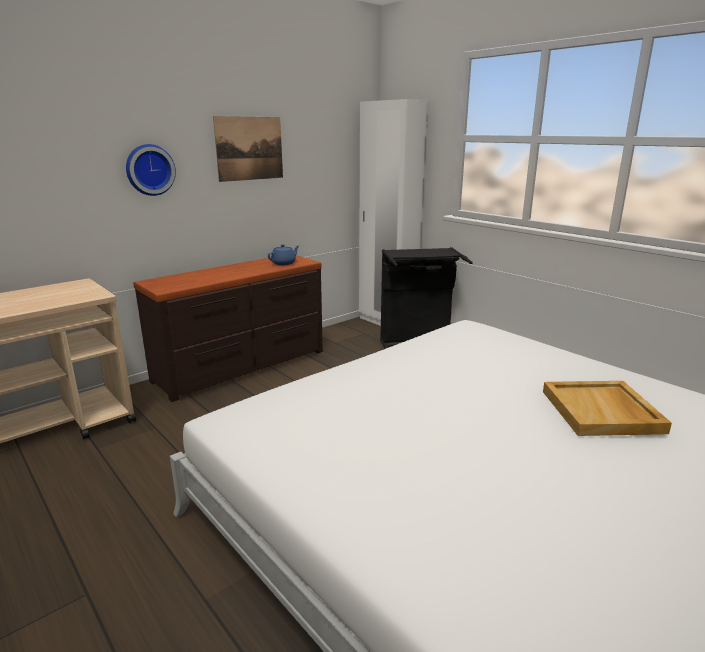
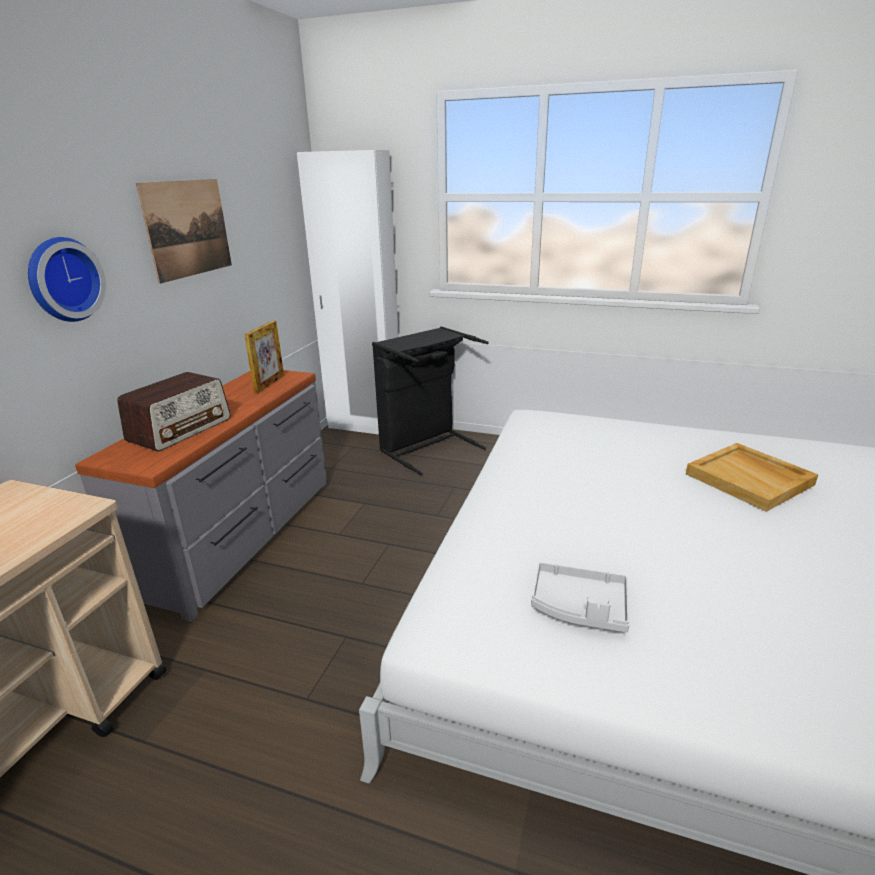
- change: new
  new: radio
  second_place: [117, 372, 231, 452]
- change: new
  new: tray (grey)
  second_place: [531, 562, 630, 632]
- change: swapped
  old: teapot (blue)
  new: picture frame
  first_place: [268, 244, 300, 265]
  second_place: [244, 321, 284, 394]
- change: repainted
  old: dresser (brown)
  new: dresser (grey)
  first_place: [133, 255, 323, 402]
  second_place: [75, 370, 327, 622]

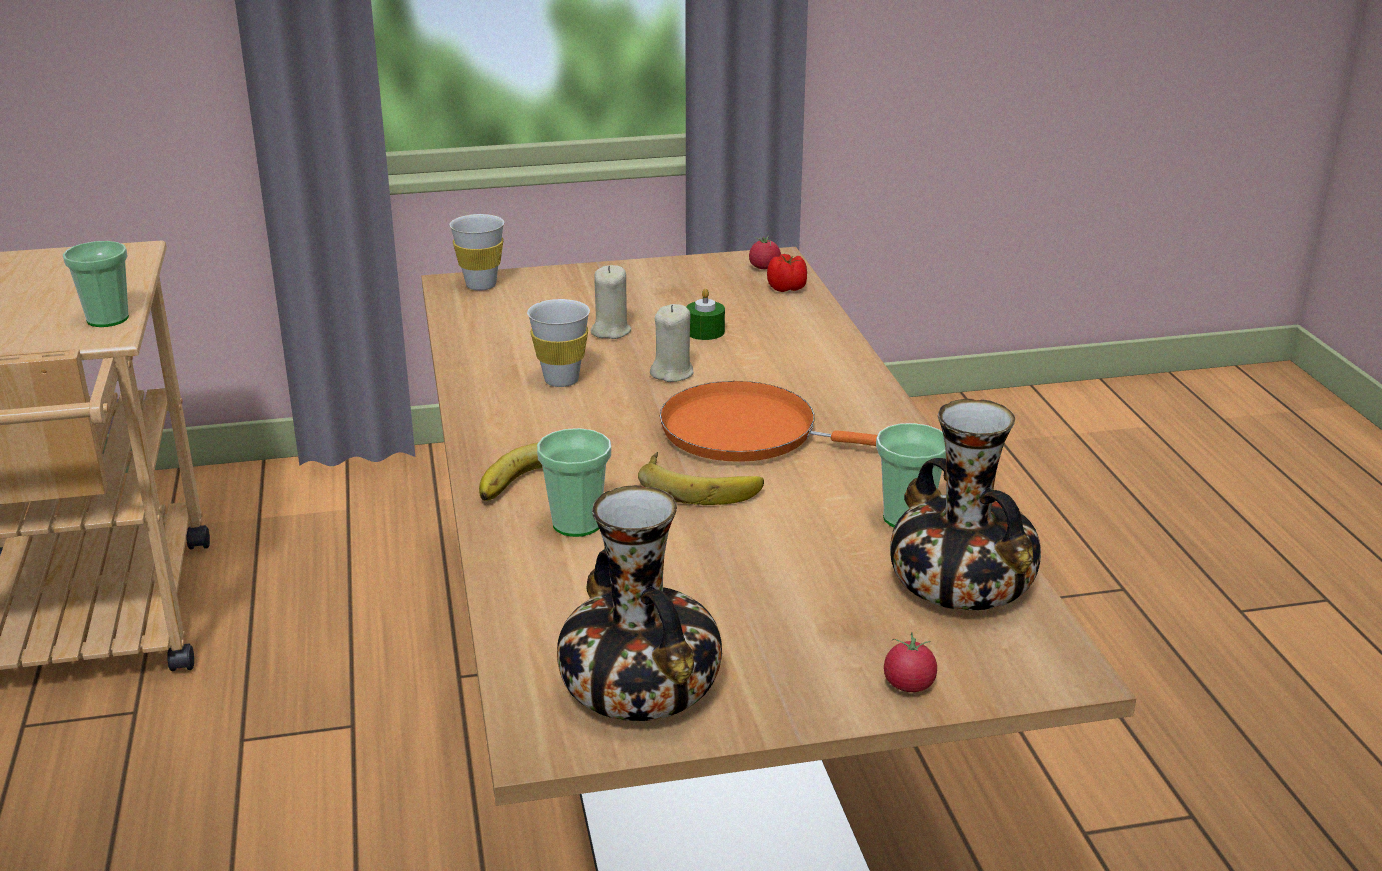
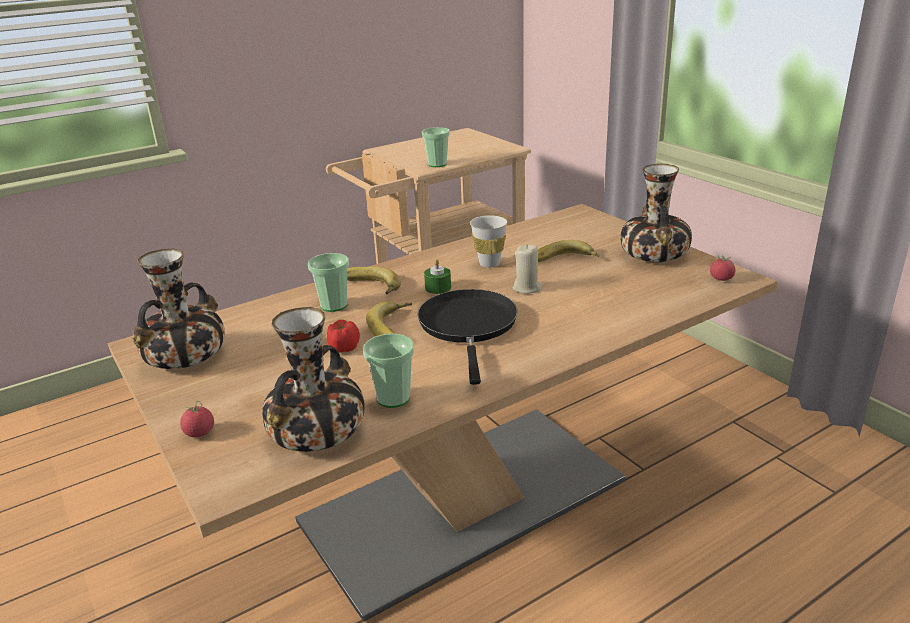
- change: gone
  old: cup (white)
  first_place: [449, 214, 504, 291]
- change: new
  new: vase
  second_place: [621, 164, 692, 263]
- change: shifted
  old: candle (green)
  first_place: [686, 288, 725, 340]
  second_place: [424, 259, 451, 294]
- change: shifted
  old: tomato
  first_place: [767, 254, 807, 292]
  second_place: [327, 320, 360, 352]
- change: swapped
  old: candle (beige)
  new: banana
  first_place: [591, 265, 631, 339]
  second_place: [538, 240, 599, 262]
- change: repainted
  old: frying pan (orange)
  new: frying pan (black)
  first_place: [660, 381, 878, 462]
  second_place: [417, 289, 518, 385]

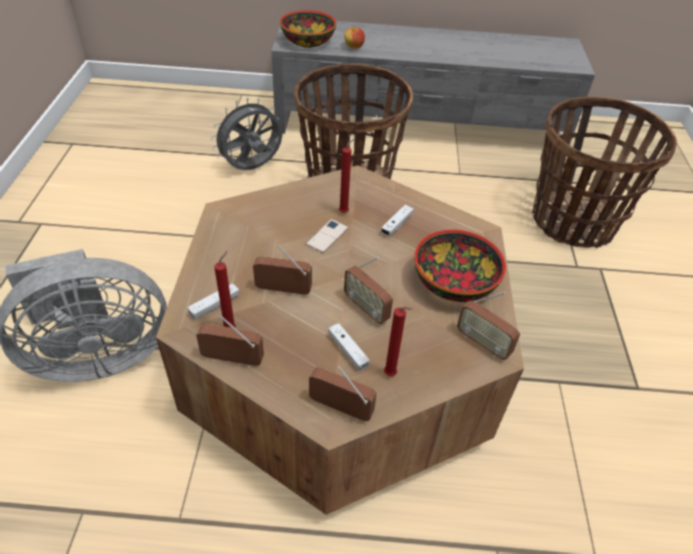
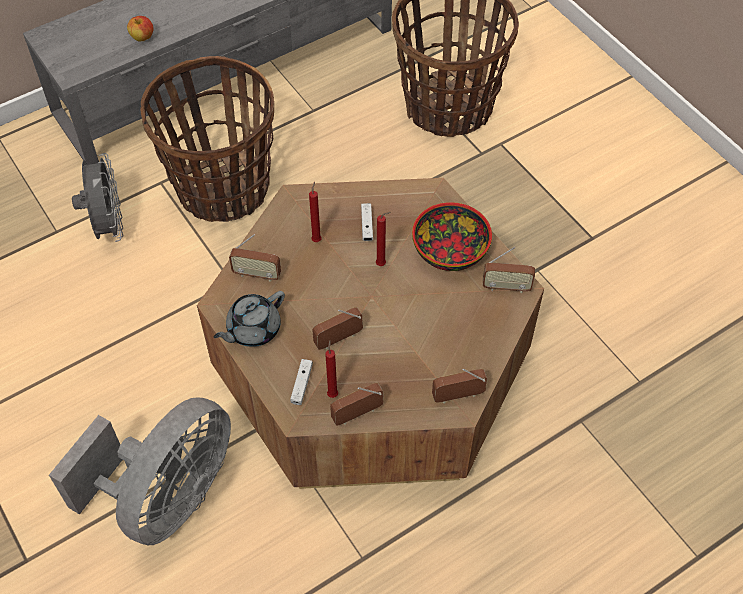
- change: gone
  old: bowl
  first_place: [280, 10, 336, 48]
- change: gone
  old: phone
  first_place: [306, 219, 349, 253]
- change: gone
  old: game controller (white)
  first_place: [328, 323, 370, 371]
- change: new
  new: teapot (grey)
  second_place: [214, 291, 285, 347]
- change: shifted
  old: radio
  first_place: [344, 257, 393, 324]
  second_place: [229, 234, 281, 282]
- change: shifted
  old: candle (red)
  first_place: [384, 307, 413, 376]
  second_place: [376, 212, 391, 266]
- change: rotated
  old: fan (grey)
  first_place: [211, 98, 282, 170]
  second_place: [72, 153, 123, 242]
  degrees: 150

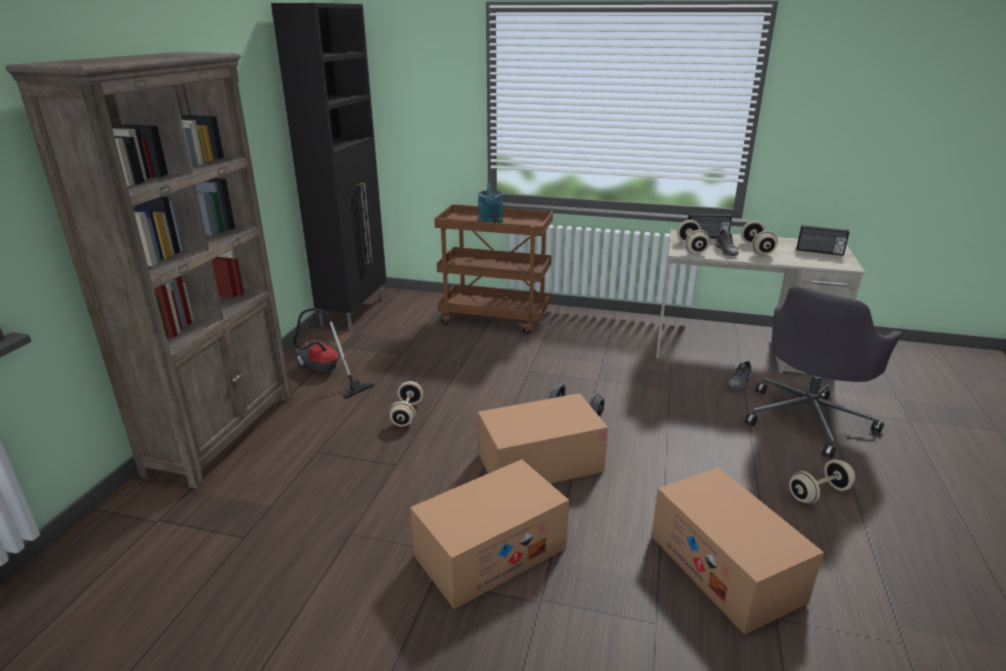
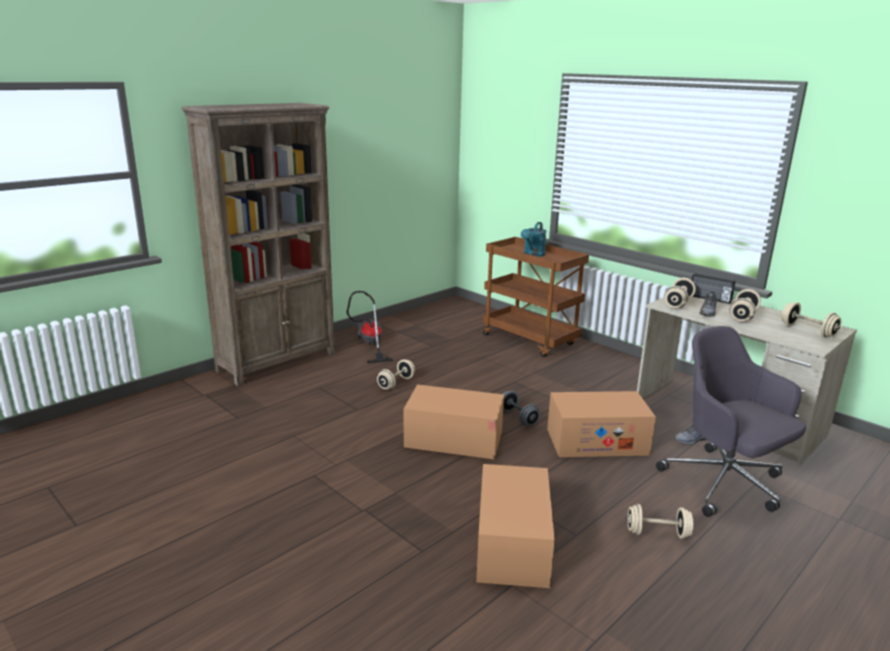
- change: gone
  old: cabinet (black)
  first_place: [271, 3, 387, 330]
- change: shifted
  old: cardboard box
  first_place: [410, 459, 569, 609]
  second_place: [547, 391, 656, 457]
- change: swapped
  old: radio
  new: dumbbell (beige)
  first_place: [796, 225, 849, 256]
  second_place: [781, 302, 842, 337]
- change: rotated
  old: office chair (grey)
  first_place: [745, 286, 903, 458]
  second_place: [656, 326, 806, 517]
  degrees: 75

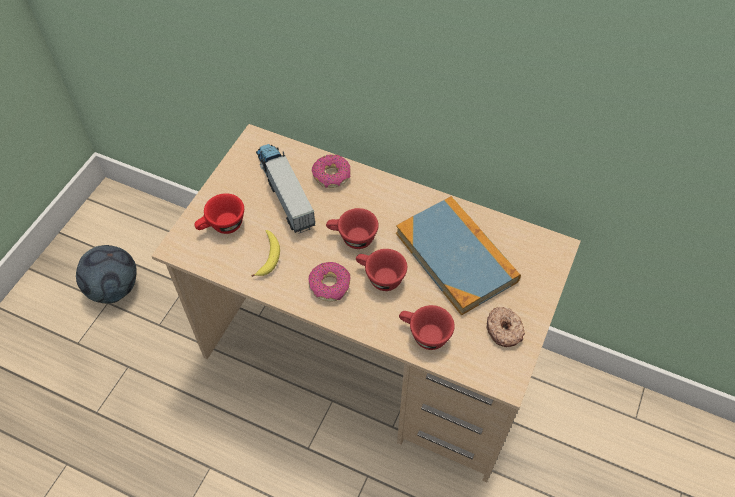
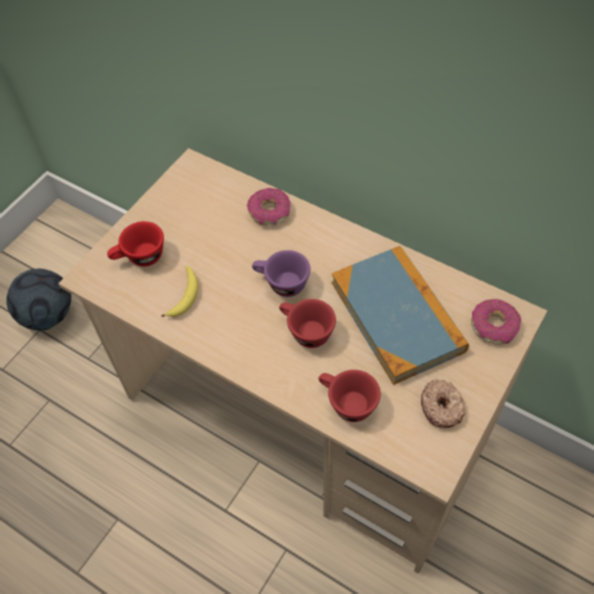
- change: gone
  old: toy truck
  first_place: [256, 144, 315, 233]
- change: shifted
  old: donut
  first_place: [308, 262, 350, 302]
  second_place: [471, 299, 521, 345]
- change: repainted
  old: cup (red)
  new: cup (purple)
  first_place: [326, 208, 379, 249]
  second_place: [252, 250, 310, 297]

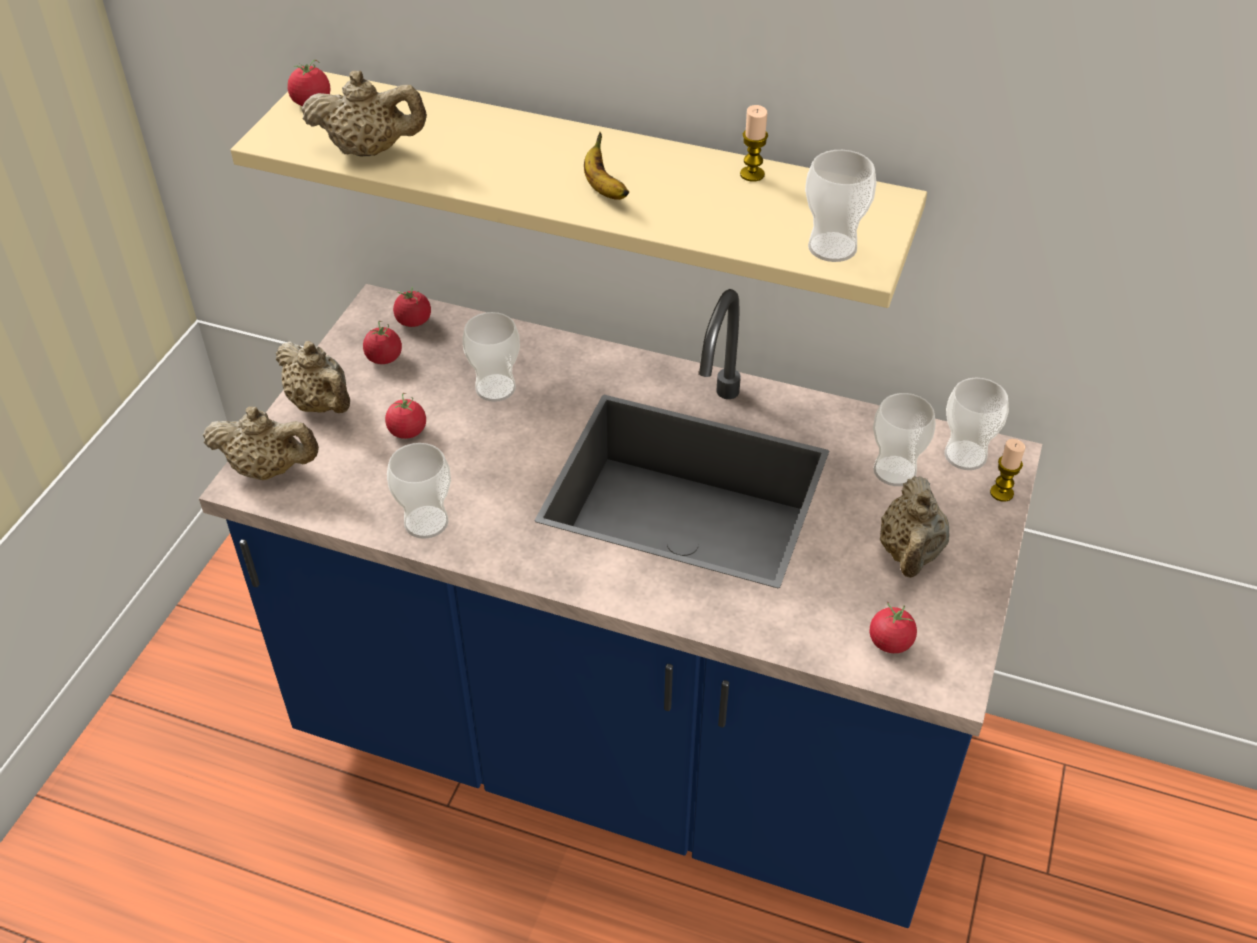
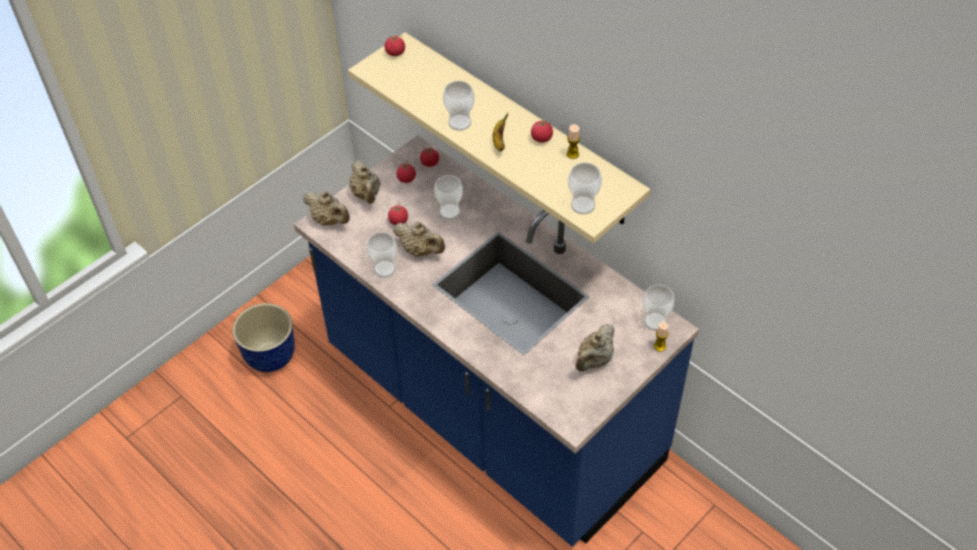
- change: new
  new: planter
  second_place: [233, 303, 295, 372]
- change: shifted
  old: teapot (beige)
  first_place: [301, 71, 427, 157]
  second_place: [393, 221, 445, 257]
- change: shifted
  old: tomato
  first_place: [870, 602, 917, 653]
  second_place: [531, 117, 553, 143]
- change: shifted
  old: cup
  first_place: [873, 393, 936, 486]
  second_place: [443, 81, 475, 131]

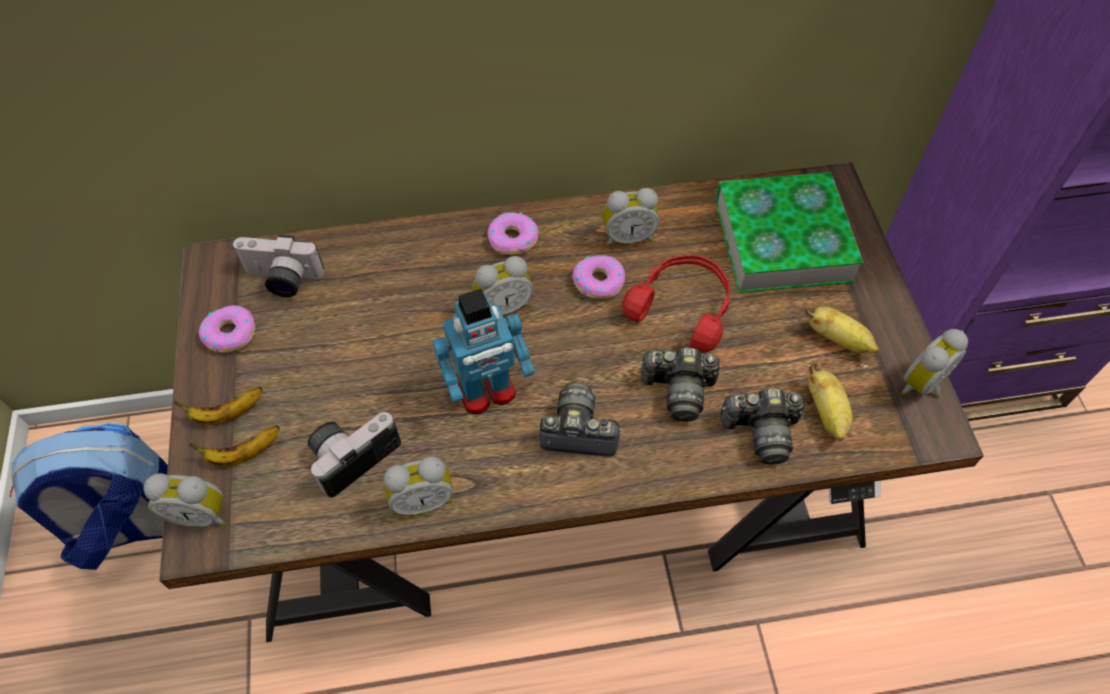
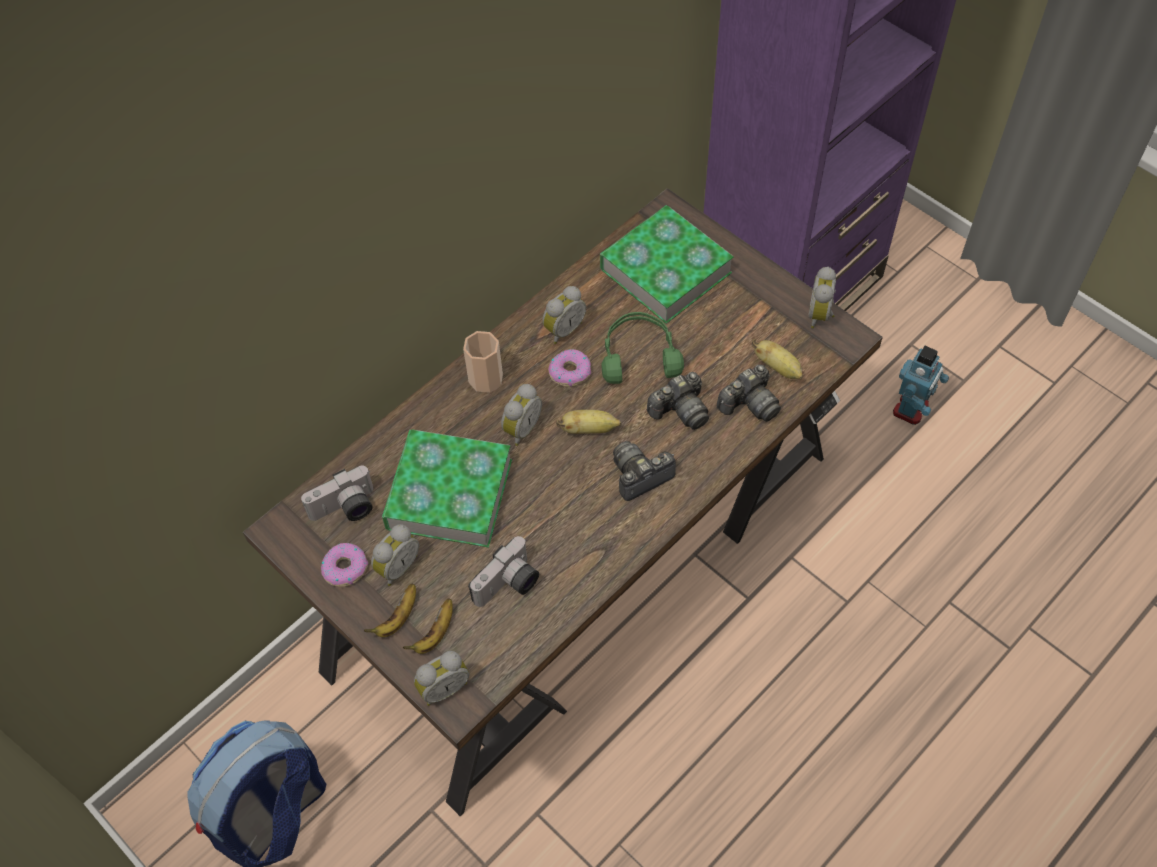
- change: new
  new: book
  second_place: [382, 429, 512, 547]
- change: shifted
  old: alarm clock
  first_place: [384, 456, 453, 517]
  second_place: [371, 524, 419, 586]
- change: shifted
  old: toy robot
  first_place: [433, 289, 535, 414]
  second_place: [893, 346, 949, 425]
- change: shifted
  old: banana
  first_place: [805, 306, 879, 354]
  second_place: [556, 410, 621, 434]
- change: swapped
  old: donut
  new: cup
  first_place: [487, 212, 538, 255]
  second_place: [463, 331, 503, 393]
- change: repainted
  old: headphones (red)
  new: headphones (green)
  first_place: [622, 255, 730, 352]
  second_place: [601, 312, 684, 384]
- change: rotated
  old: photo camera
  first_place: [308, 412, 401, 497]
  second_place: [468, 536, 539, 607]
  degrees: -150

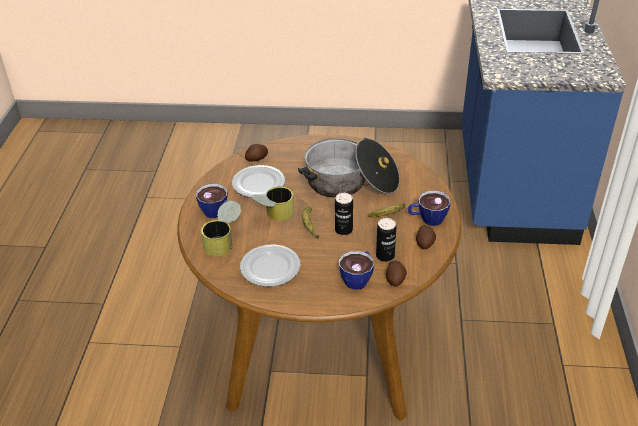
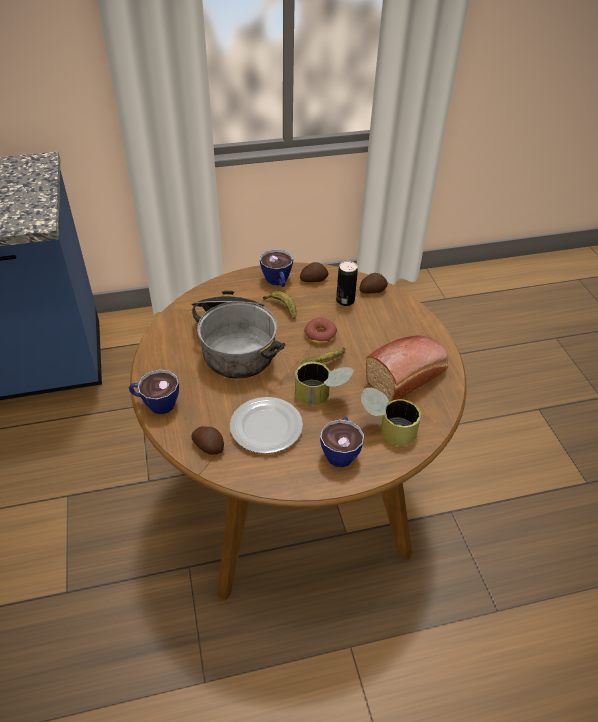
- change: shifted
  old: cup
  first_place: [339, 251, 374, 290]
  second_place: [128, 369, 179, 414]
- change: swapped
  old: plate
  new: bread
  first_place: [240, 245, 300, 287]
  second_place: [366, 335, 448, 402]
- change: swapped
  old: can
  new: donut
  first_place: [335, 193, 353, 235]
  second_place: [304, 317, 337, 344]

